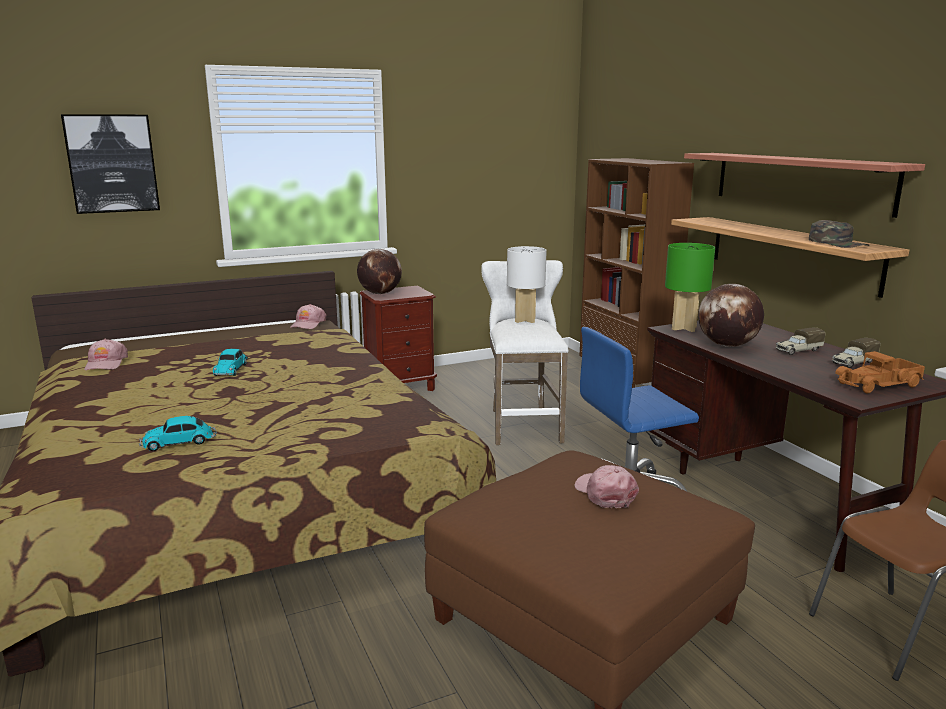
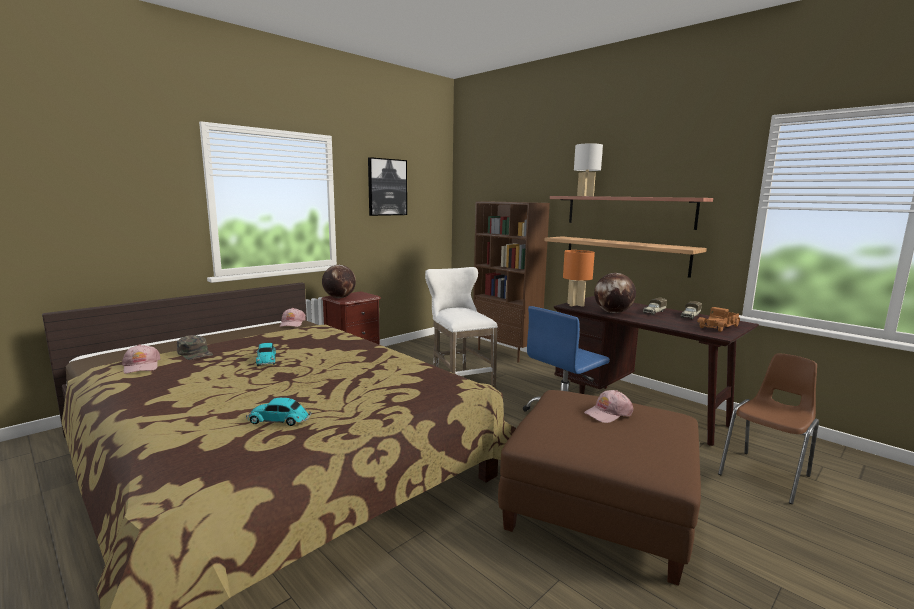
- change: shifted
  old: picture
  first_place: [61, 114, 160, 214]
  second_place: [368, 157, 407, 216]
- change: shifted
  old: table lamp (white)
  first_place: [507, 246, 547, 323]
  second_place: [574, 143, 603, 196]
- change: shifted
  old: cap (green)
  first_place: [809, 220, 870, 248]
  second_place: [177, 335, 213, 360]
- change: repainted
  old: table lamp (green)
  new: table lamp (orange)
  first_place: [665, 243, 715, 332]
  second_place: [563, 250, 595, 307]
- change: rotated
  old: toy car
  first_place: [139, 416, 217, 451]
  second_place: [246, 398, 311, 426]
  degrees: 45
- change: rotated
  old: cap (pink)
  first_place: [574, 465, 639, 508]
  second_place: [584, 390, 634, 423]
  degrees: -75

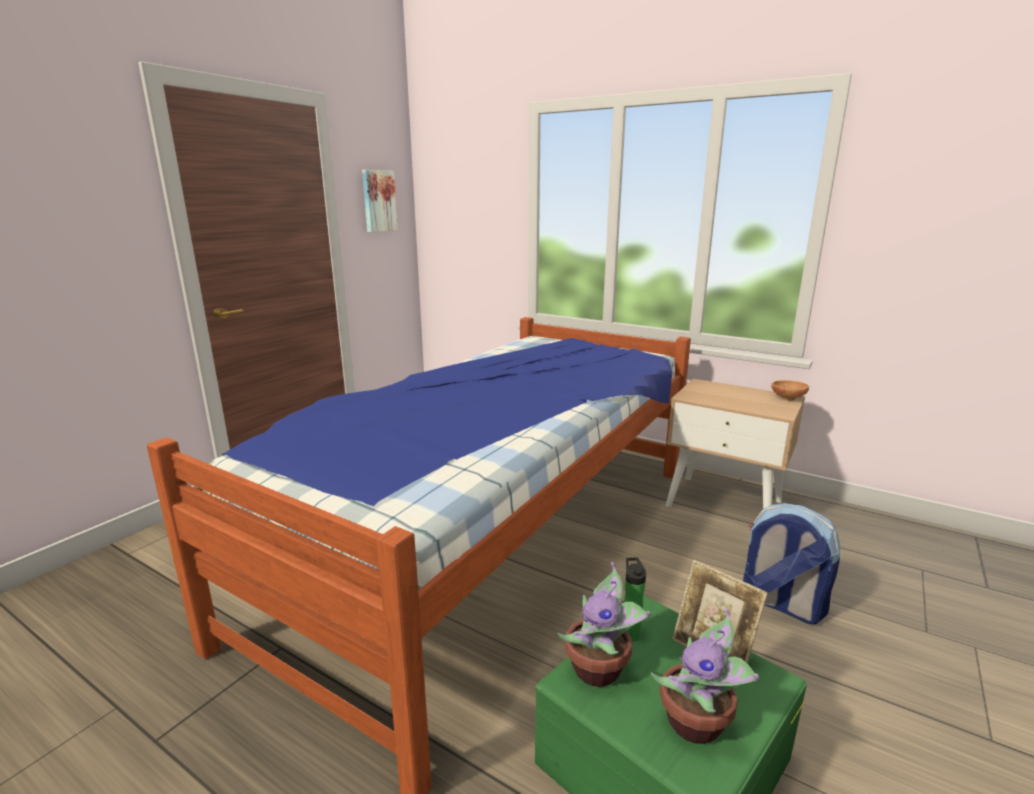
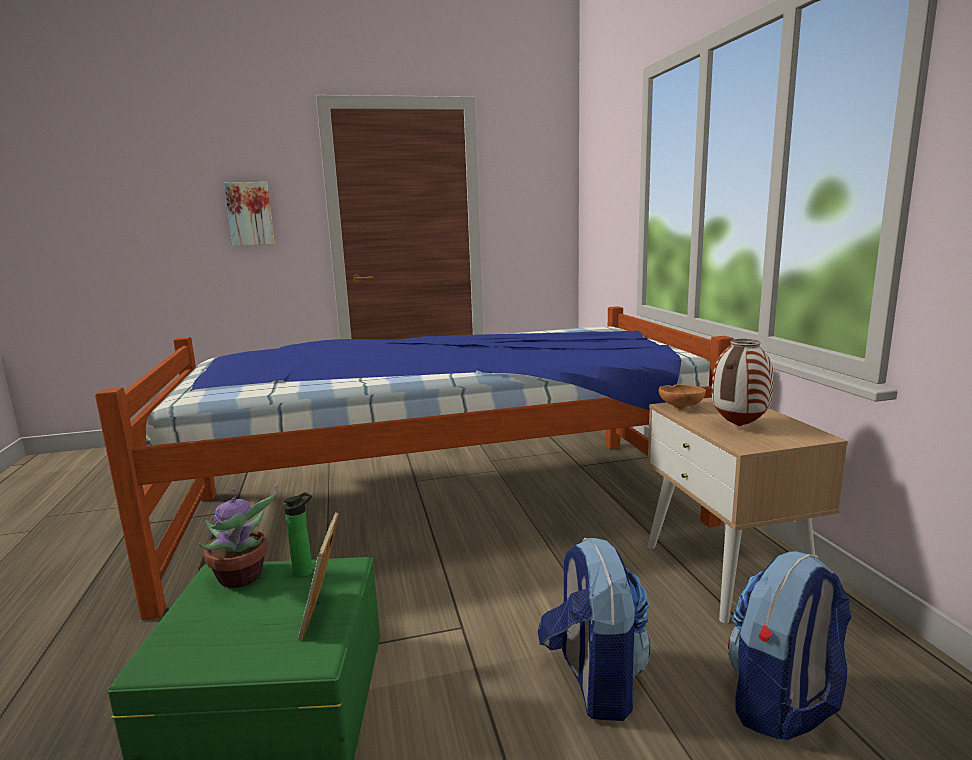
- change: gone
  old: potted plant
  first_place: [651, 608, 759, 744]
- change: new
  new: vase
  second_place: [712, 339, 774, 426]
- change: new
  new: backpack
  second_place: [728, 551, 852, 741]
- change: shifted
  old: picture
  first_place: [362, 170, 398, 232]
  second_place: [224, 182, 275, 246]
- change: shifted
  old: bowl (brown)
  first_place: [771, 380, 809, 401]
  second_place: [659, 385, 706, 410]

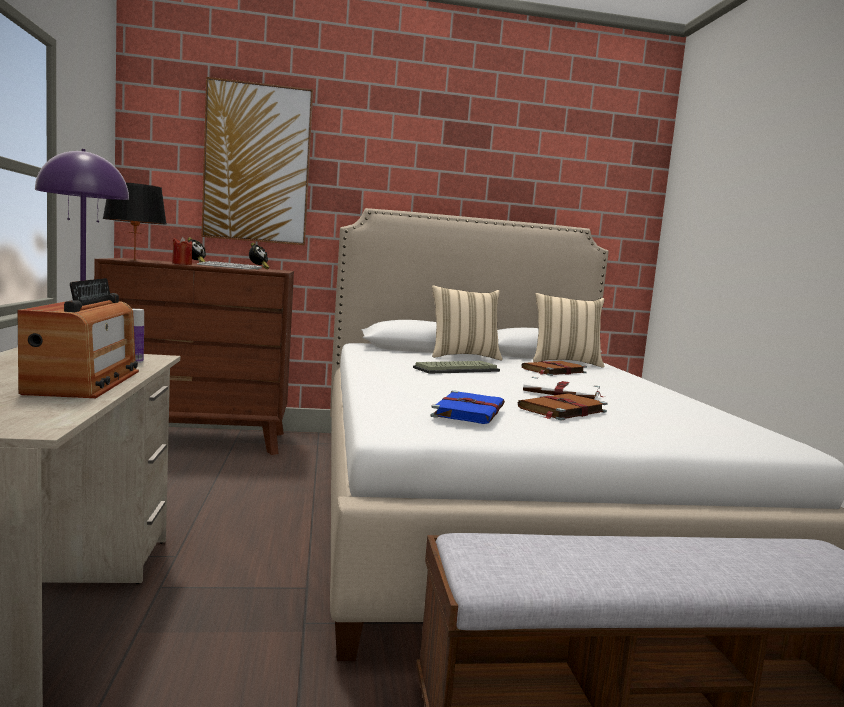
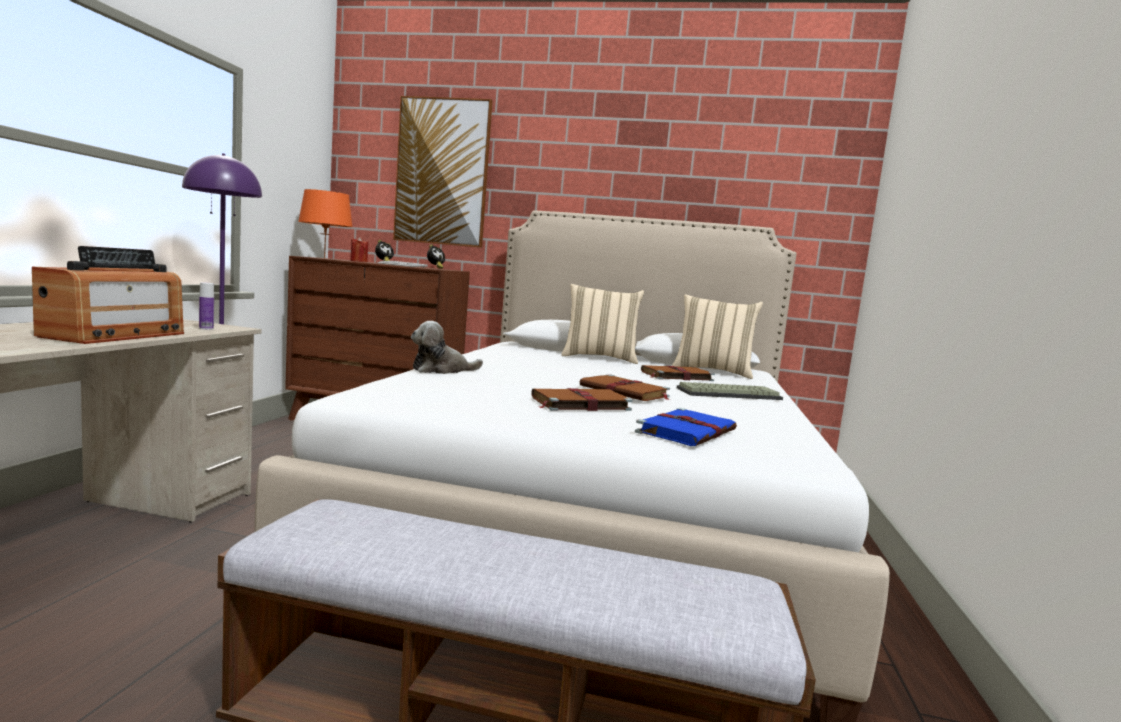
- change: new
  new: plush toy
  second_place: [411, 321, 483, 374]
- change: shifted
  old: keyboard
  first_place: [413, 361, 500, 374]
  second_place: [677, 382, 783, 400]
- change: shifted
  old: book (blue)
  first_place: [430, 390, 505, 424]
  second_place: [635, 408, 737, 446]
- change: repainted
  old: table lamp (black)
  new: table lamp (orange)
  first_place: [103, 182, 166, 261]
  second_place: [298, 189, 352, 258]
- change: repainted
  old: book (white)
  new: book (brown)
  first_place: [523, 377, 604, 400]
  second_place: [580, 374, 670, 401]

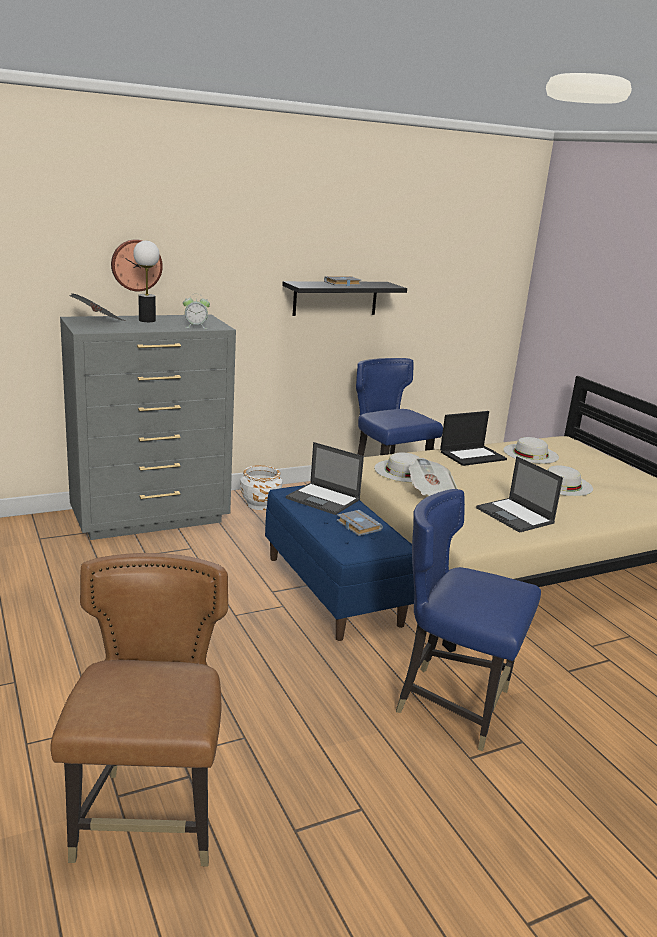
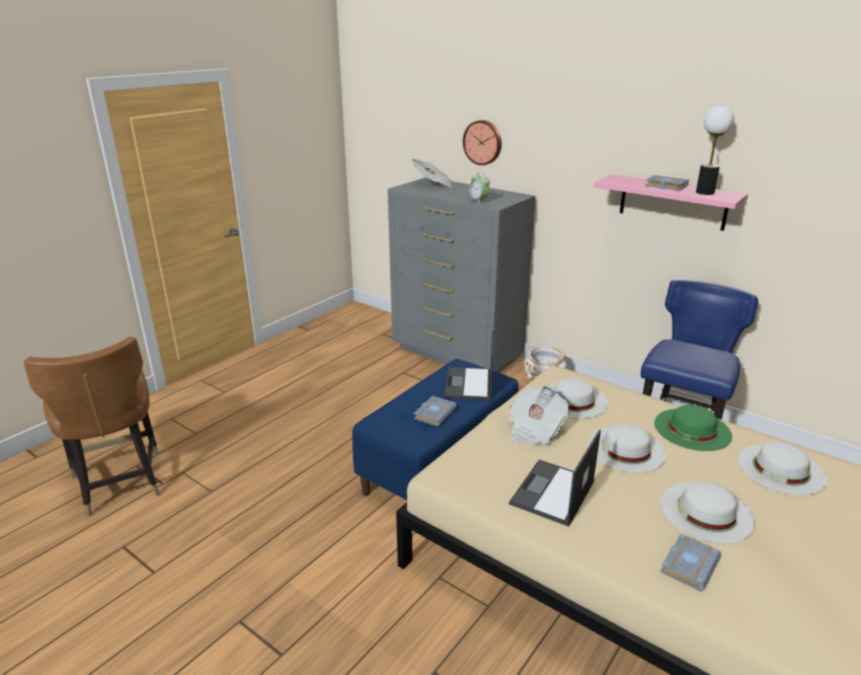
- change: gone
  old: chair (blue)
  first_place: [396, 489, 541, 751]
- change: new
  new: hat (white)
  second_place: [587, 423, 667, 473]
- change: new
  new: book (grey)
  second_place: [660, 534, 721, 591]
- change: shifted
  old: table lamp
  first_place: [133, 241, 160, 322]
  second_place: [696, 106, 734, 195]
- change: swapped
  old: laptop
  new: hat (green)
  first_place: [440, 411, 507, 466]
  second_place: [654, 405, 732, 451]
- change: repainted
  old: shelf (black)
  new: shelf (pink)
  first_place: [282, 281, 407, 316]
  second_place: [593, 174, 748, 231]
- change: rotated
  old: chair (brown)
  first_place: [50, 553, 228, 866]
  second_place: [24, 337, 161, 517]
  degrees: 90

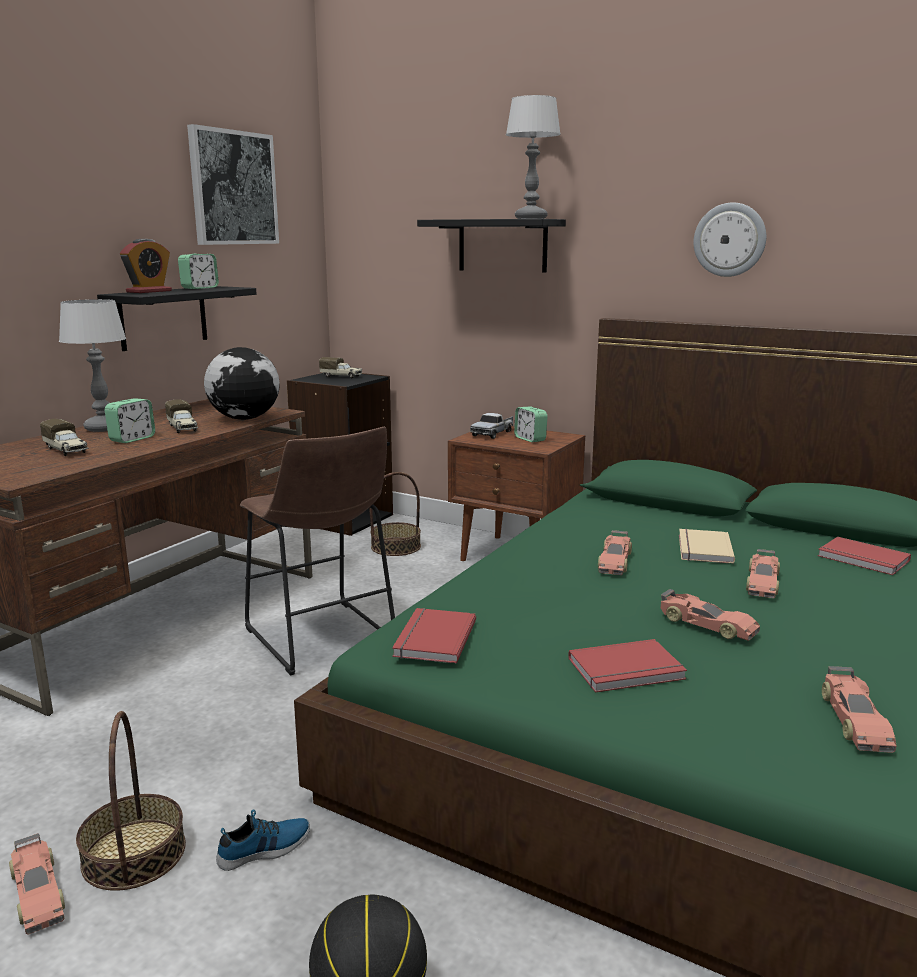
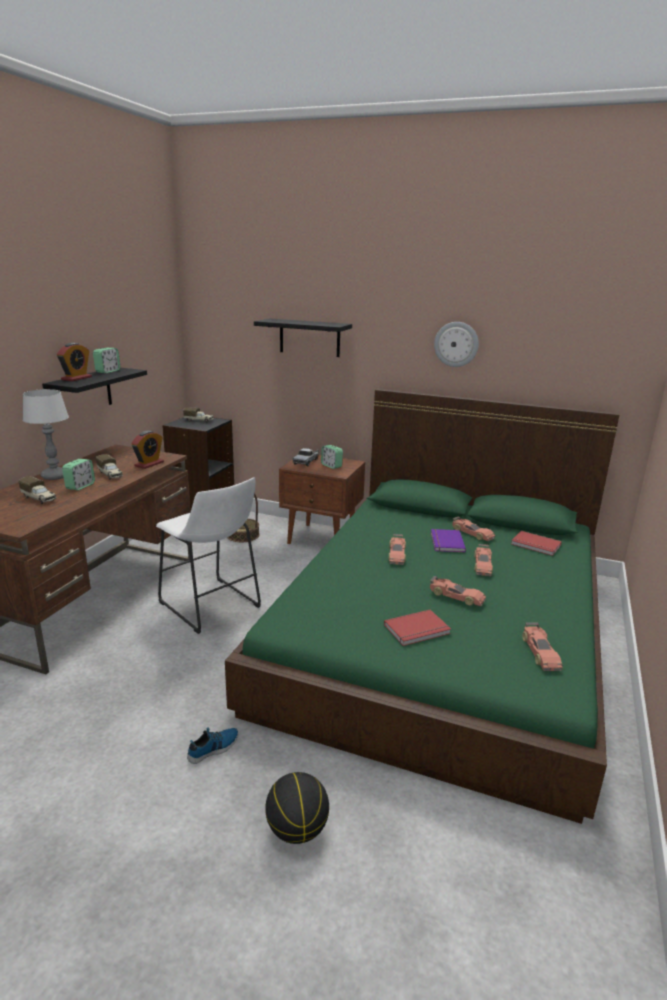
- change: gone
  old: basket
  first_place: [76, 711, 186, 891]
- change: gone
  old: picture
  first_place: [187, 124, 279, 245]
- change: gone
  old: book (red)
  first_place: [392, 608, 476, 664]
- change: gone
  old: table lamp
  first_place: [506, 95, 561, 219]
- change: shifted
  old: toy car
  first_place: [9, 833, 65, 935]
  second_place: [452, 516, 495, 541]
- change: swapped
  old: globe
  new: alarm clock
  first_place: [204, 347, 280, 420]
  second_place: [131, 431, 164, 469]
- change: repainted
  old: stool (brown)
  new: stool (white)
  first_place: [240, 427, 395, 676]
  second_place: [156, 477, 261, 634]
- change: repainted
  old: book (beige)
  new: book (purple)
  first_place: [679, 529, 735, 564]
  second_place: [431, 529, 466, 552]

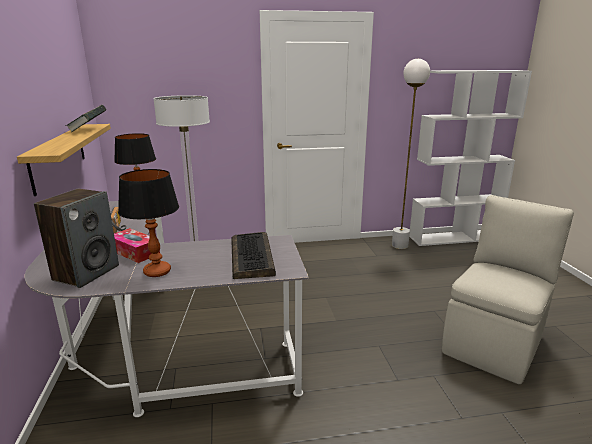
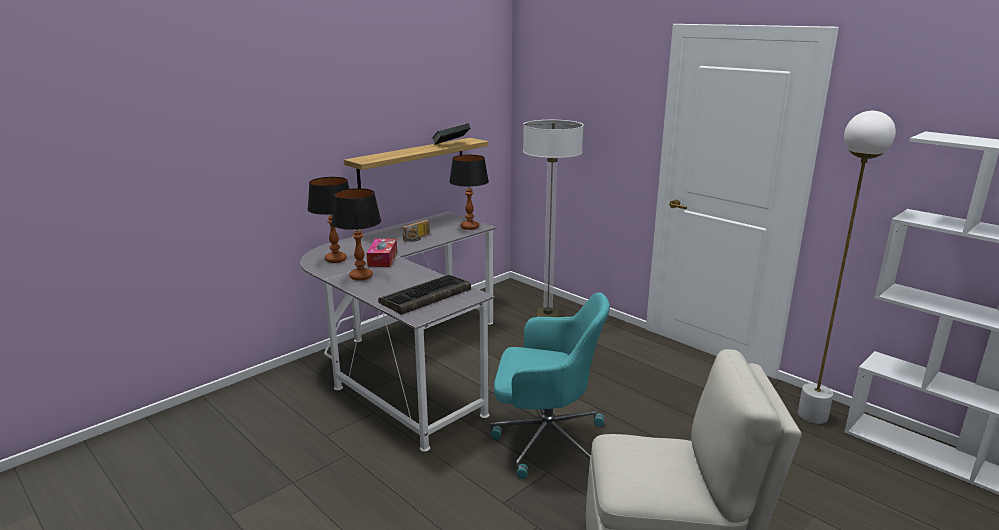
- change: new
  new: office chair (turquoise)
  second_place: [491, 292, 610, 479]
- change: swapped
  old: speaker
  new: table lamp
  first_place: [34, 189, 119, 288]
  second_place: [307, 177, 349, 263]

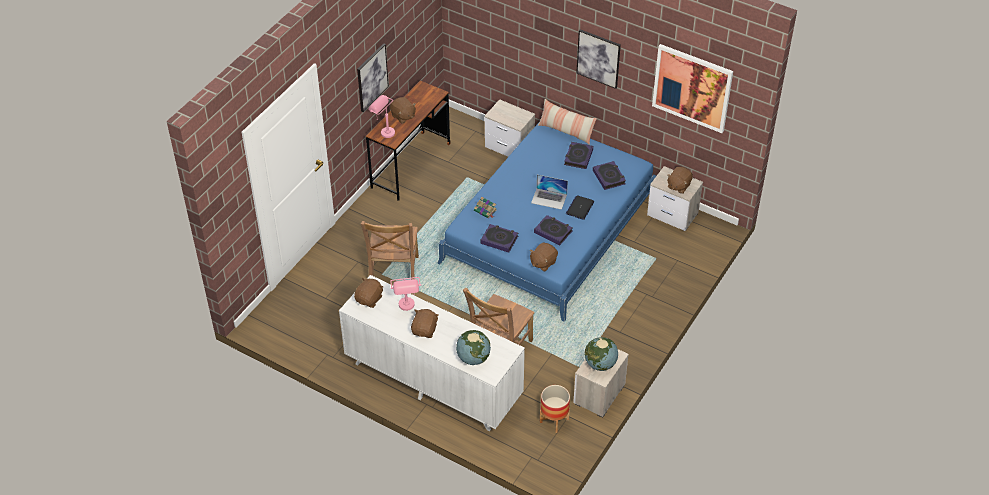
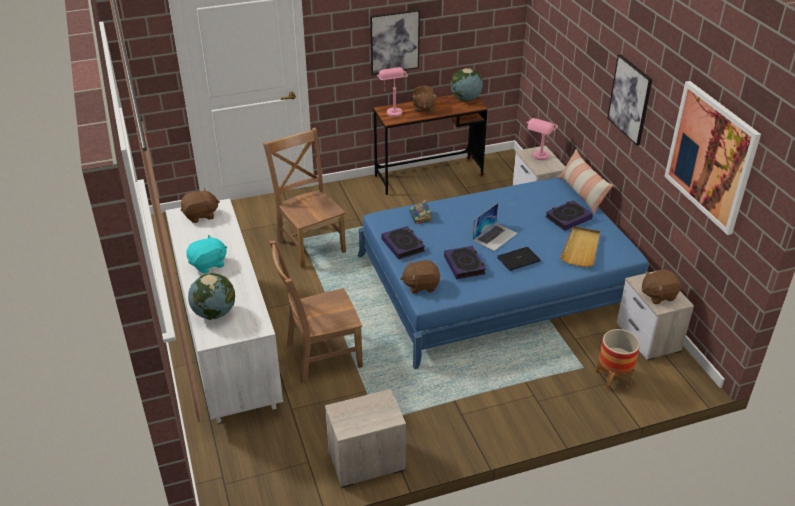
- change: shifted
  old: table lamp (pink)
  first_place: [390, 277, 421, 311]
  second_place: [527, 118, 558, 160]
- change: shifted
  old: planter
  first_place: [540, 385, 570, 433]
  second_place: [596, 329, 640, 390]
- change: shifted
  old: globe
  first_place: [585, 337, 618, 371]
  second_place: [451, 68, 483, 101]
- change: swapped
  old: book
  new: tray (beige)
  first_place: [593, 161, 626, 190]
  second_place: [560, 226, 600, 267]
- change: repainted
  old: plush toy (brown)
  new: plush toy (turquoise)
  first_place: [411, 309, 439, 338]
  second_place: [186, 235, 227, 274]
- change: rotated
  old: chair (brown)
  first_place: [361, 221, 419, 279]
  second_place: [263, 128, 346, 268]
  degrees: 105
- change: rotated
  old: laptop
  first_place: [531, 175, 568, 210]
  second_place: [473, 203, 517, 251]
  degrees: -105

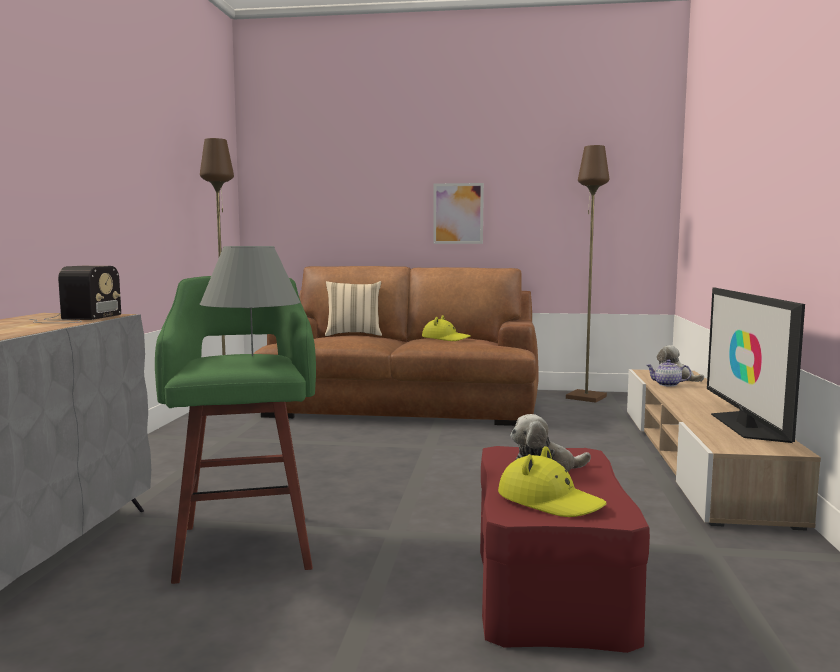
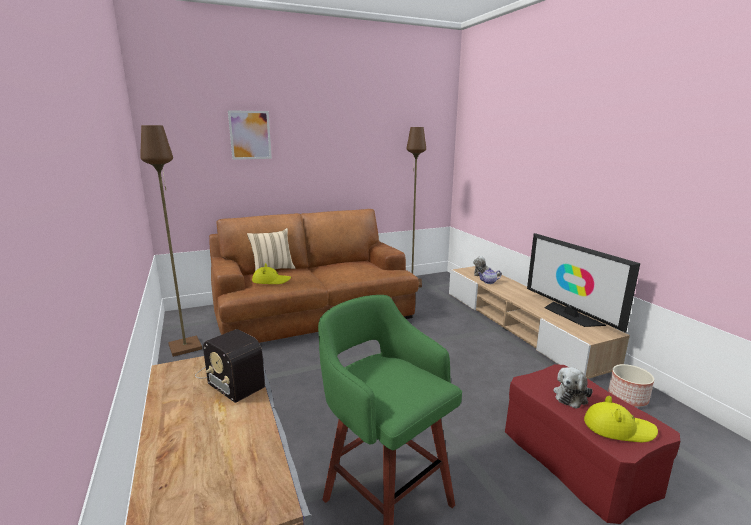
- change: gone
  old: table lamp (grey)
  first_place: [199, 246, 300, 356]
- change: new
  new: planter
  second_place: [608, 364, 654, 407]
- change: shifted
  old: hat (yellow)
  first_place: [422, 315, 471, 341]
  second_place: [252, 263, 291, 284]
- change: shifted
  old: picture
  first_place: [433, 183, 484, 244]
  second_place: [228, 110, 272, 160]
- change: rotated
  old: radio
  first_place: [29, 266, 121, 323]
  second_place: [195, 329, 265, 403]
  degrees: 150

